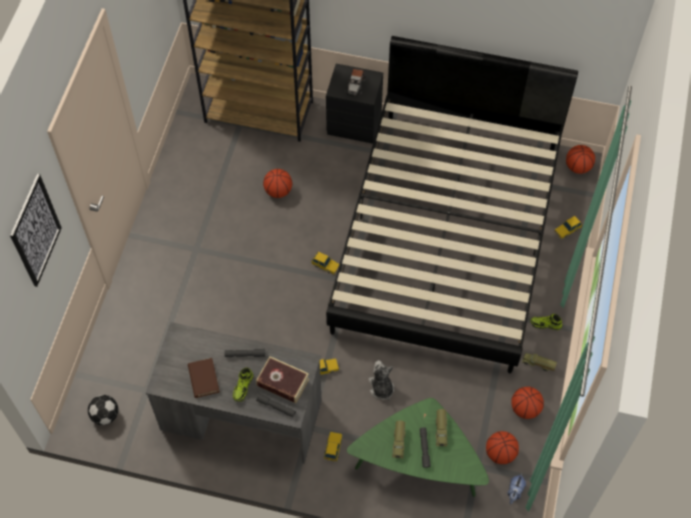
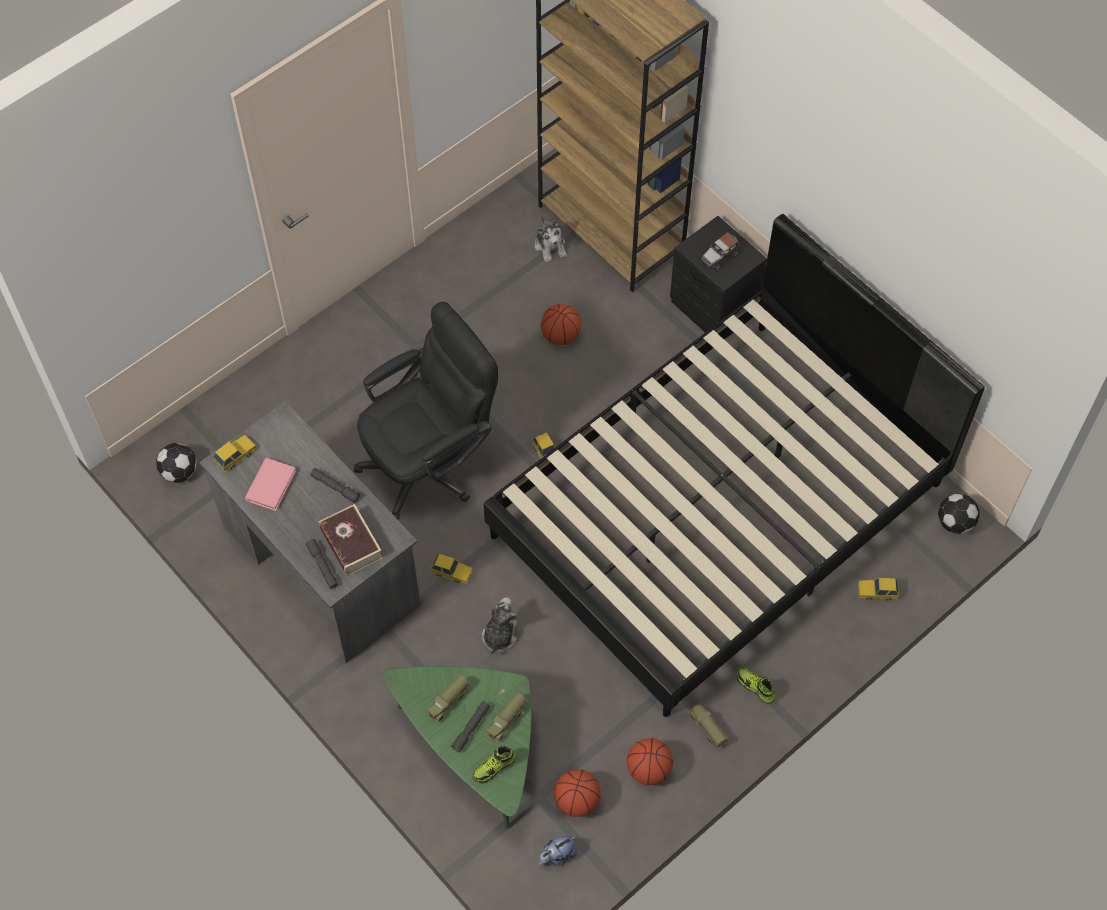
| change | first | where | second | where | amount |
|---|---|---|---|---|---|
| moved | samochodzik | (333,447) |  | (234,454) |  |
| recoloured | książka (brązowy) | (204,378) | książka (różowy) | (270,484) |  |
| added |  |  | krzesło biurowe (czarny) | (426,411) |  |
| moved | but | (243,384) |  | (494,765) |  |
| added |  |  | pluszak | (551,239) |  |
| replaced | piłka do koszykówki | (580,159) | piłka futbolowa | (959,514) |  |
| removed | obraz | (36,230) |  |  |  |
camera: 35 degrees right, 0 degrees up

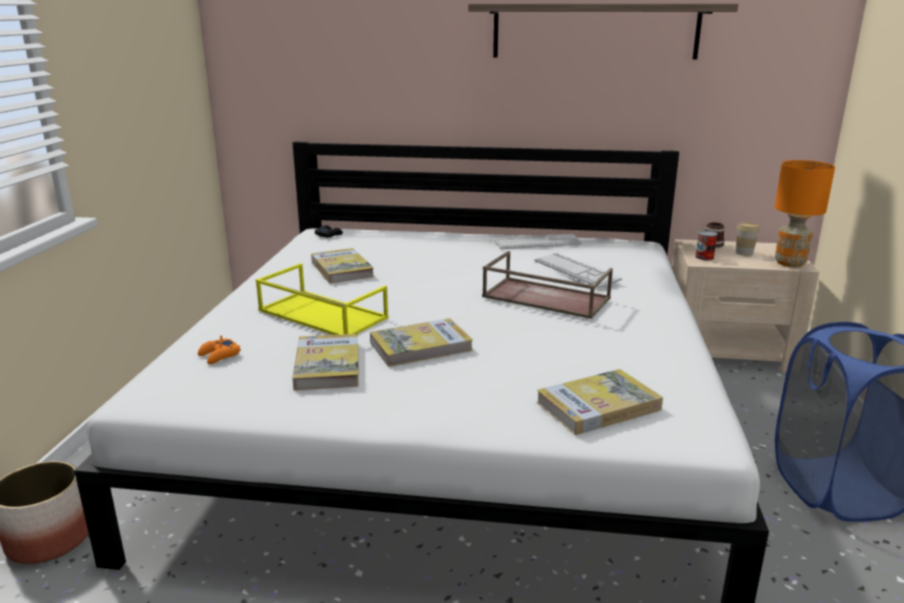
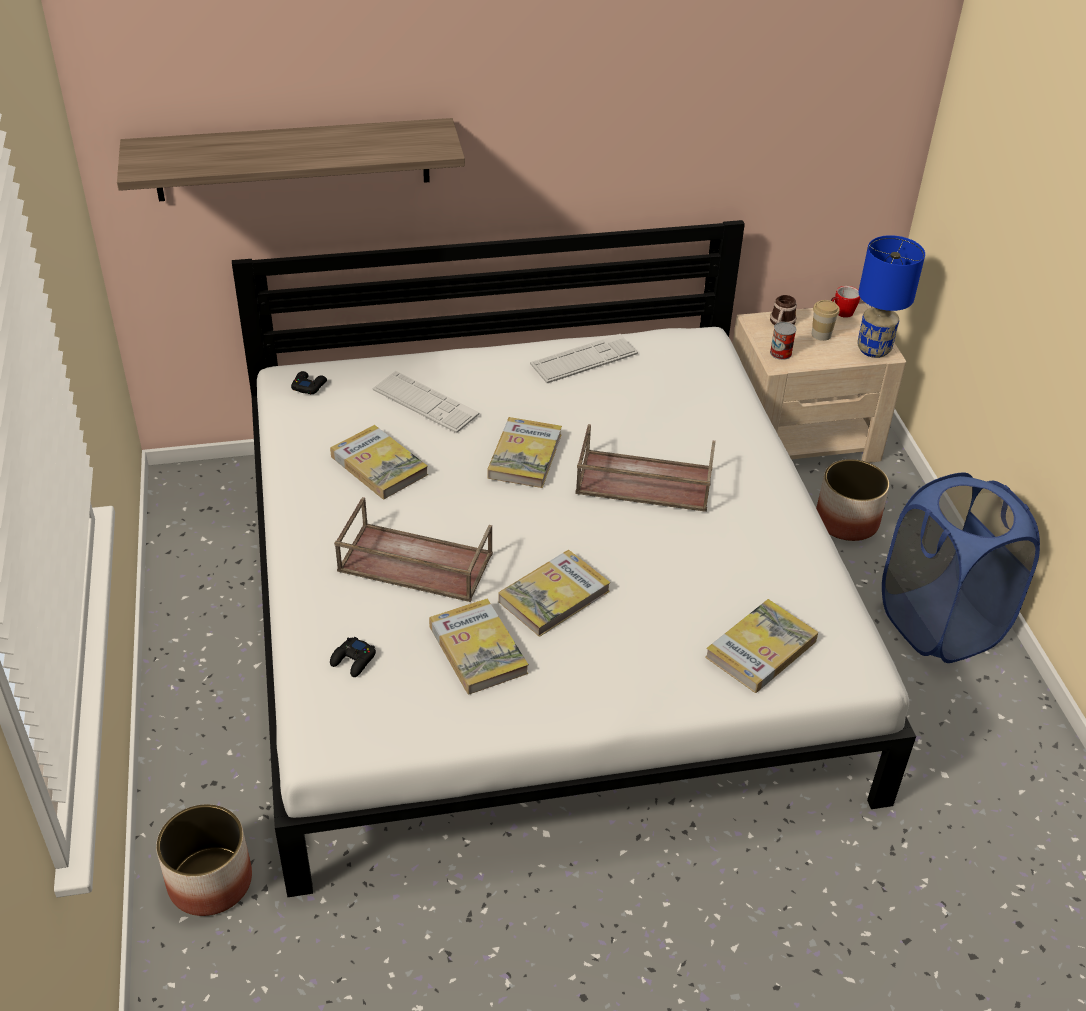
| change | first | where | second | where | amount |
|---|---|---|---|---|---|
| moved | półka | (603,31) |  | (291,159) |  |
| recoloured | pad do gier (pomarańczowy) | (219,349) | pad do gier (czarny) | (353,657) |  |
| recoloured | taca (żółty) | (322,299) | taca (brązowy) | (413,549) |  |
| moved | klawiatura | (578,270) |  | (426,402) |  |
| added |  |  | książka | (525,452) |  |
| added |  |  | donica | (852,500) |  |
| added |  |  | kubek | (845,302) |  |
| recoloured | lampa stołowa (pomarańczowy) | (805,213) | lampa stołowa (niebieski) | (891,296) |  |
camera: 20 degrees left, 20 degrees up

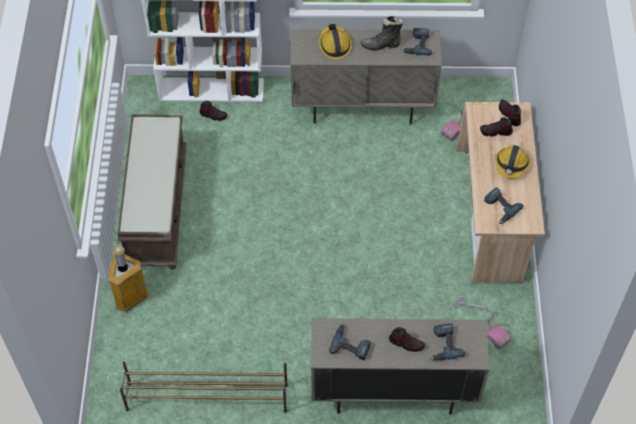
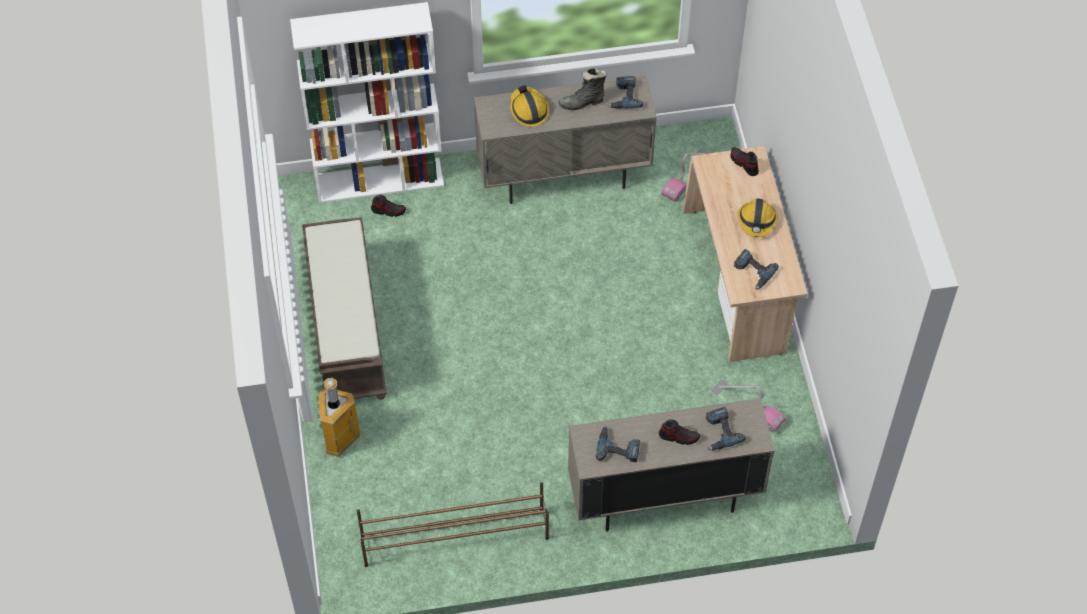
| change | first | where | second | where | amount |
|---|---|---|---|---|---|
| removed | but | (496,127) |  |  |  |
camera: 10 degrees left, 0 degrees up

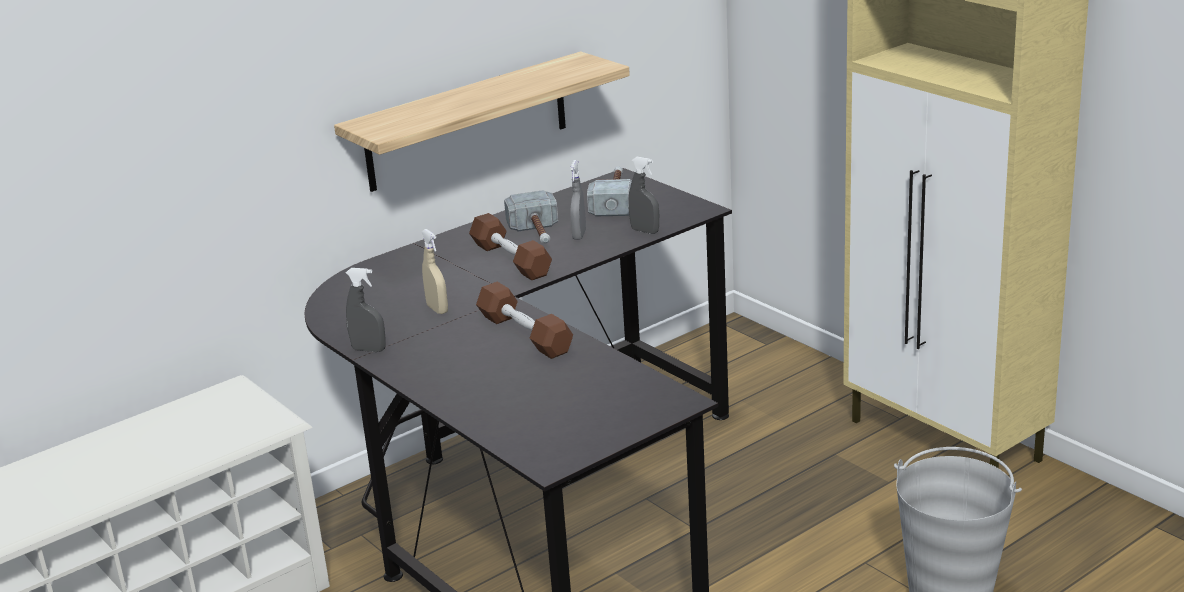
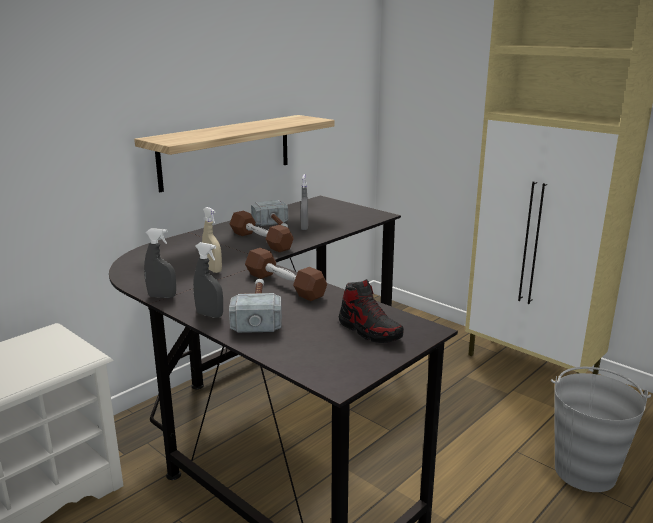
| change | first | where | second | where | amount |
|---|---|---|---|---|---|
| moved | spryskiwacz (szary) | (644,195) |  | (208,280) |  |
| moved | młotek | (609,191) |  | (255,306) |  |
| added |  |  | but | (371,311) |  |
camera: 10 degrees left, 5 degrees down

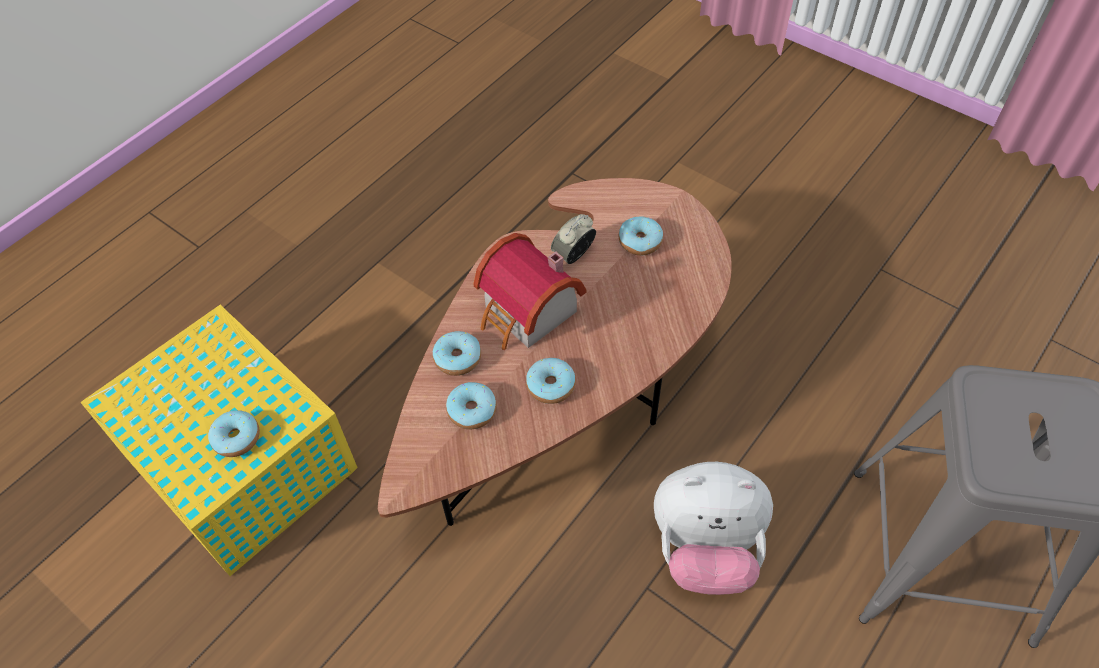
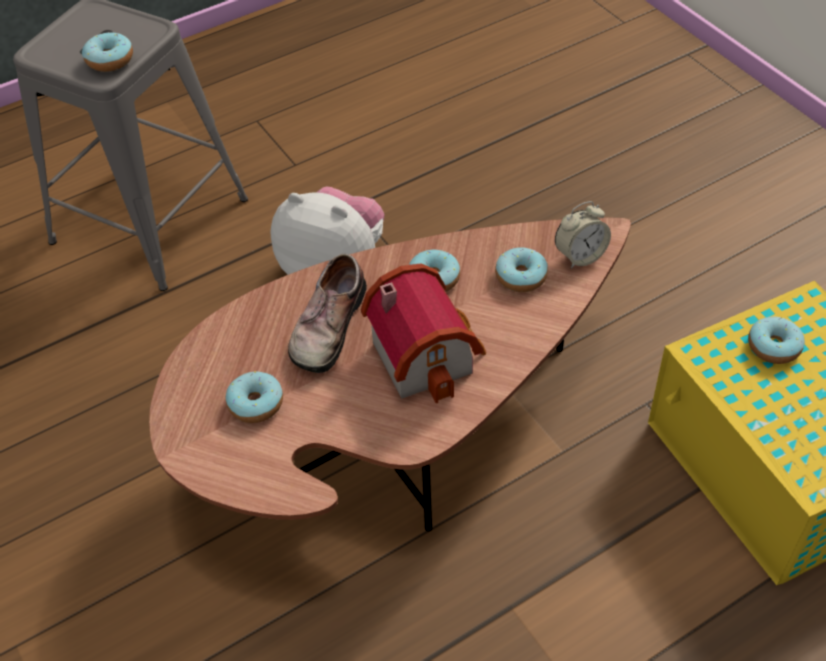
| change | first | where | second | where | amount |
|---|---|---|---|---|---|
| moved | donut | (457,353) |  | (107,52) |  |
| added |  |  | but | (327,313) |  |
| moved | budzik | (573,239) |  | (583,235) |  |
camera: 160 degrees left, 5 degrees down

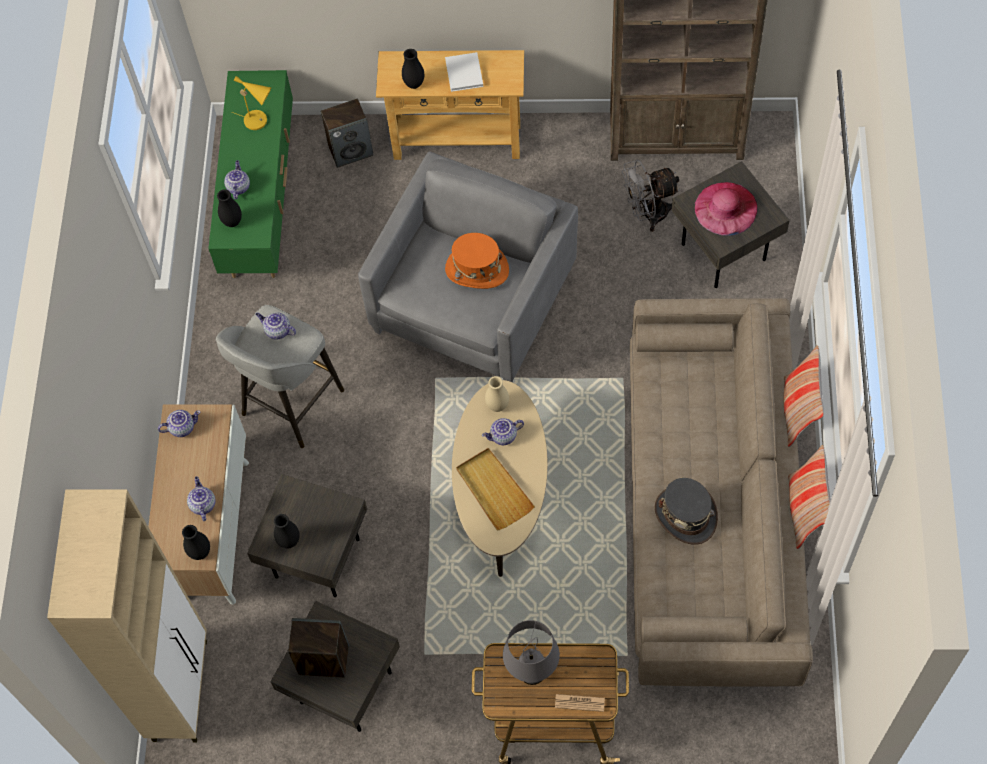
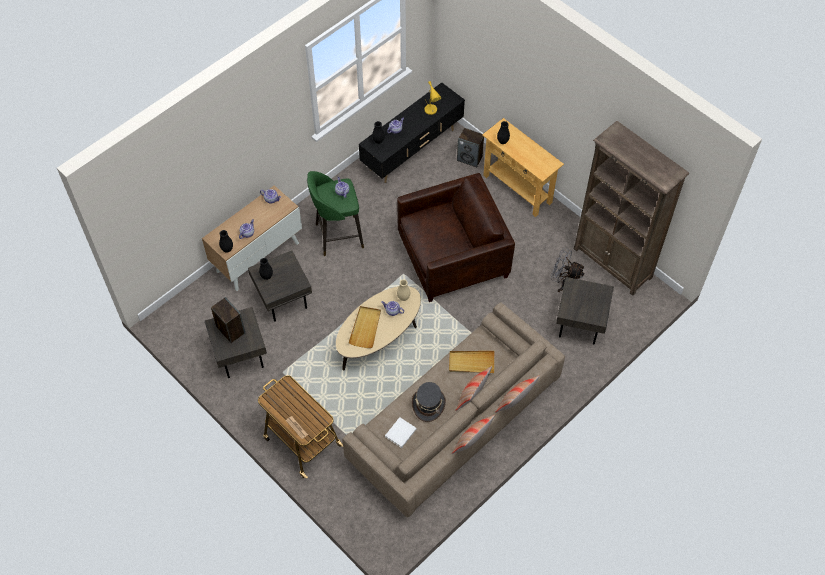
| change | first | where | second | where | amount |
|---|---|---|---|---|---|
| recoloured | stołek (szary) | (280,376) | stołek (zielony) | (335,213) |  |
| recoloured | szafka pod telewizor (zielony) | (250,174) | szafka pod telewizor (czarny) | (412,133) |  |
| moved | książka (biały) | (464,72) |  | (401,432) |  |
| recoloured | fotel (szary) | (468,266) | fotel (brązowy) | (456,237) |  |
| added |  |  | taca (beżowy) | (472,362) |  |
| added |  |  | poduszka | (473,388) |  |
| removed | szafka (beżowy) | (127,615) |  |  |  |
| removed | kapelusz (pomarańczowy) | (477,261) |  |  |  |
| removed | lampa stołowa (szary) | (531,652) |  |  |  |
| removed | kapelusz (różowy) | (726,209) |  |  |  |
camera: 40 degrees right, 5 degrees down

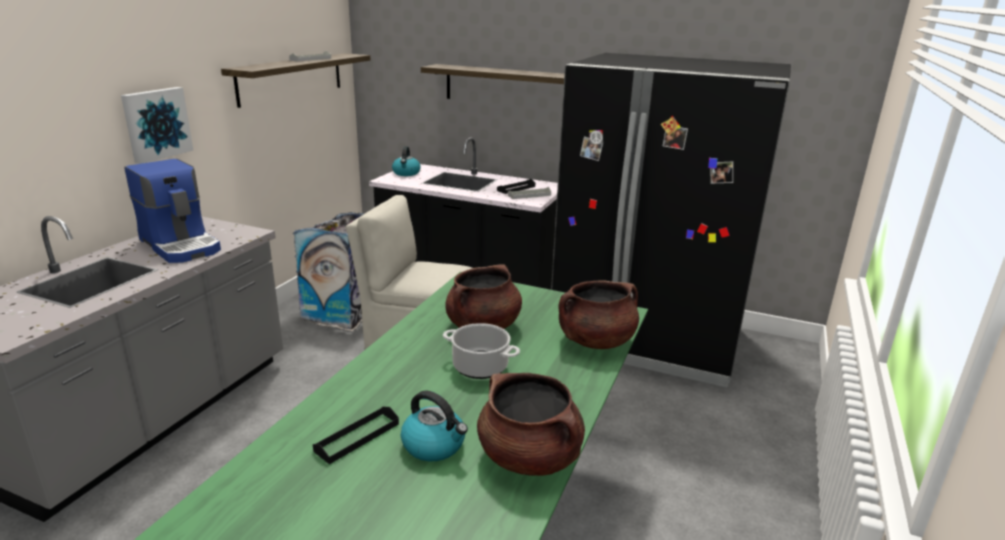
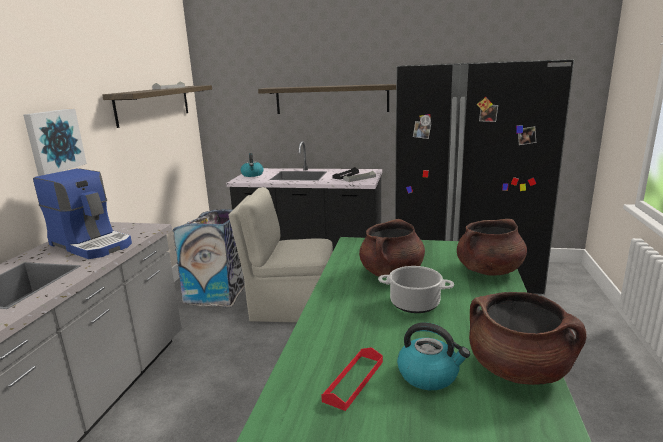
| change | first | where | second | where | amount |
|---|---|---|---|---|---|
| recoloured | taca (czarny) | (356,435) | taca (czerwony) | (352,379) |  |
camera: 10 degrees left, 5 degrees down

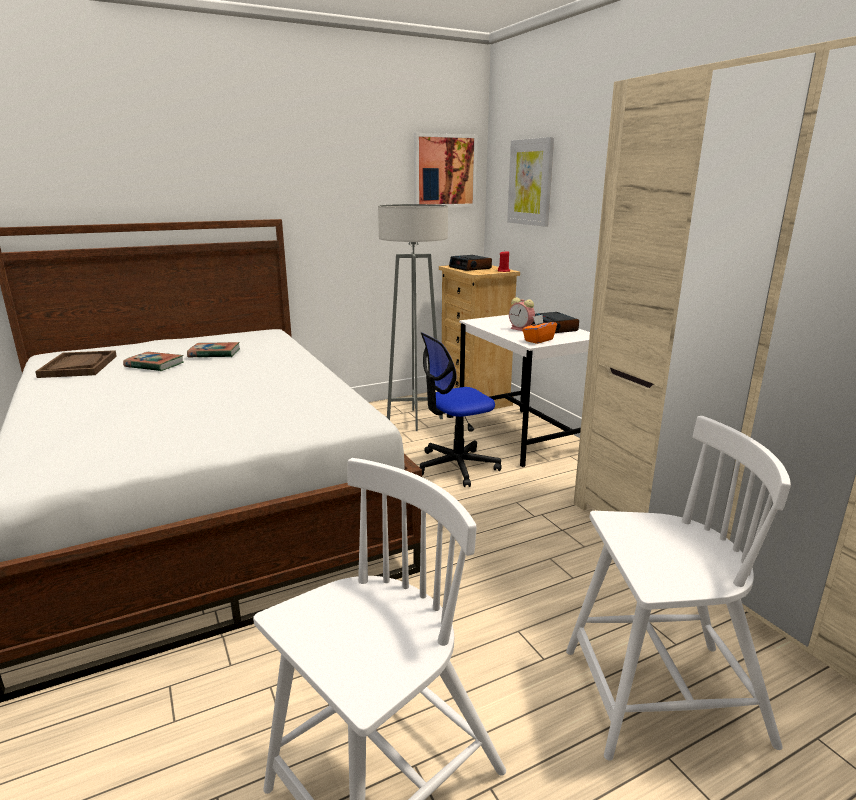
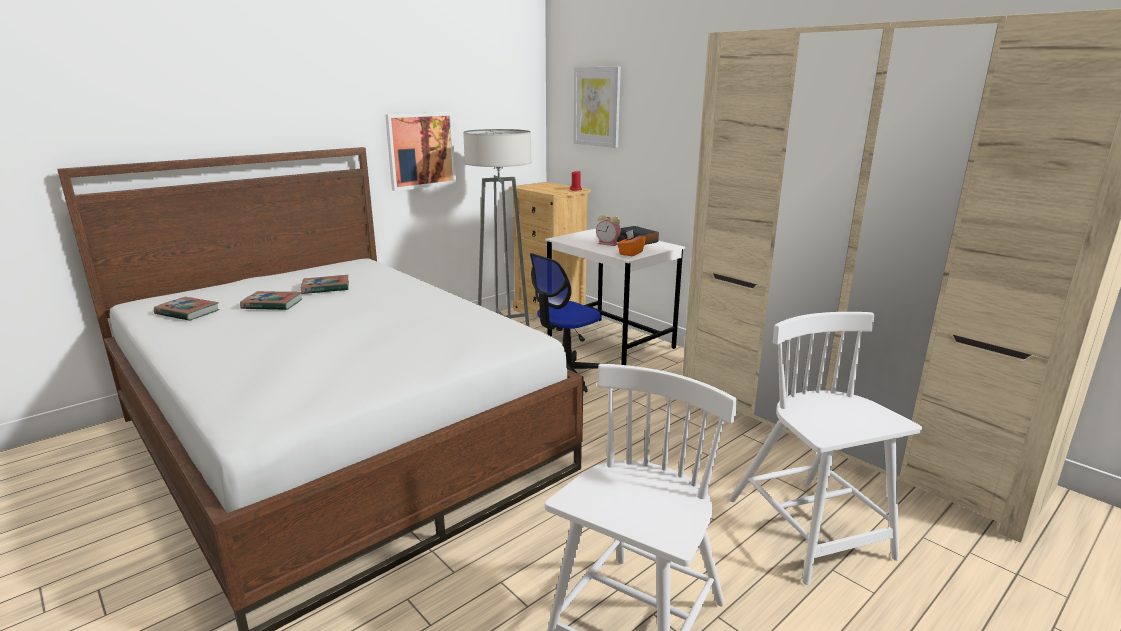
| change | first | where | second | where | amount |
|---|---|---|---|---|---|
| replaced | taca (brązowy) | (76,364) | książka | (187,309) |  |
| moved | obraz | (446,170) |  | (420,151) |  |
| turned | krzesło (biały) | (678,588) |  | (825,448) | 90 degrees counterclockwise |
| removed | budzik | (470,263) |  |  |  |
camera: 15 degrees left, 0 degrees up

